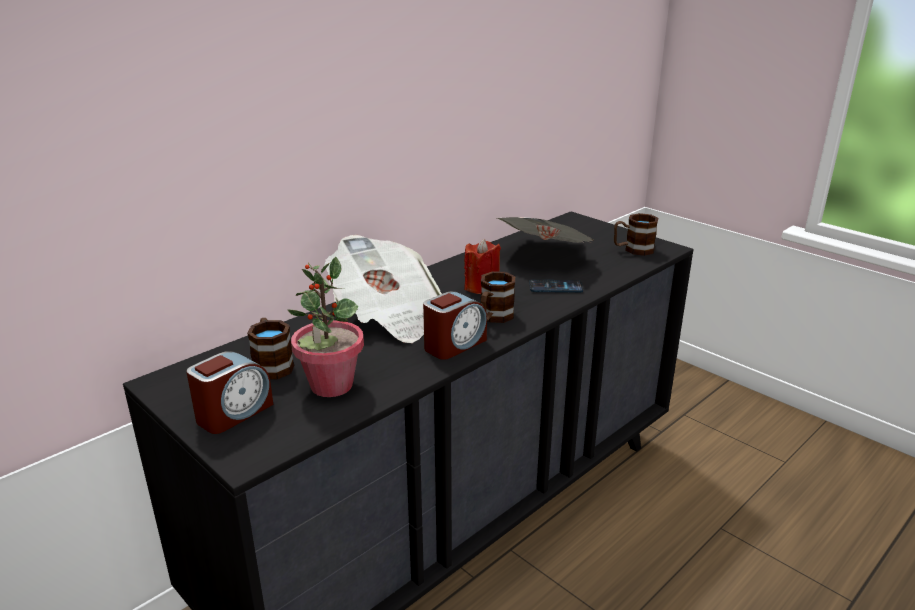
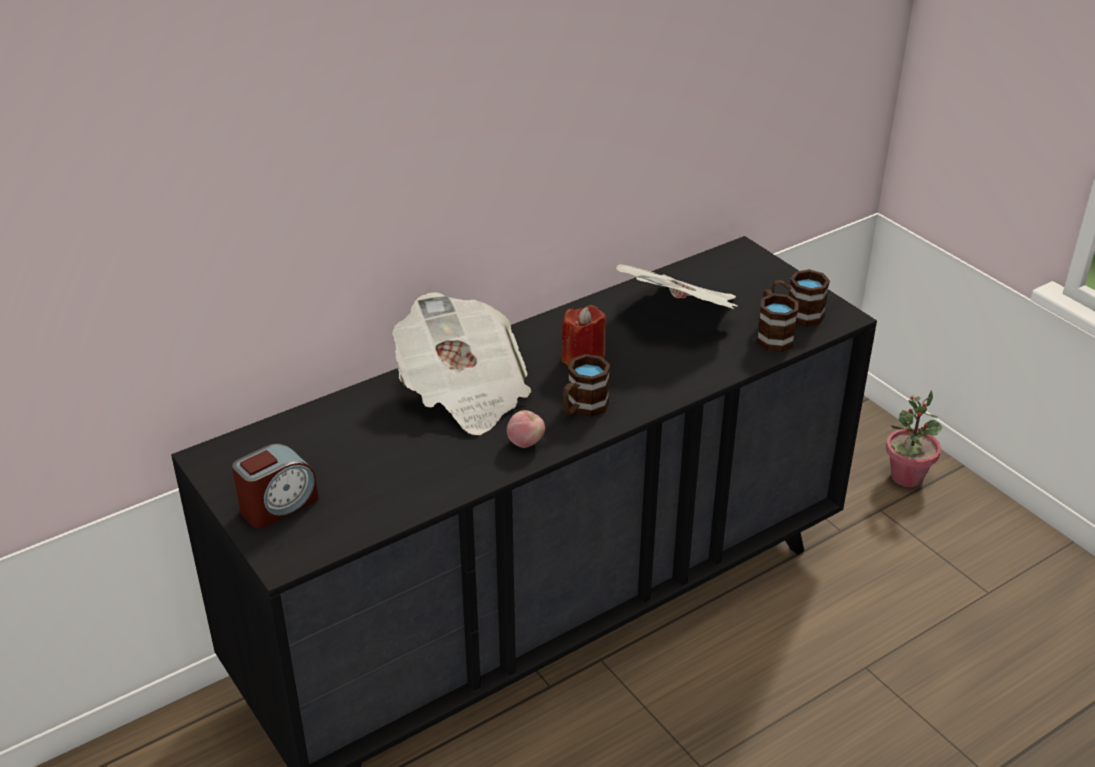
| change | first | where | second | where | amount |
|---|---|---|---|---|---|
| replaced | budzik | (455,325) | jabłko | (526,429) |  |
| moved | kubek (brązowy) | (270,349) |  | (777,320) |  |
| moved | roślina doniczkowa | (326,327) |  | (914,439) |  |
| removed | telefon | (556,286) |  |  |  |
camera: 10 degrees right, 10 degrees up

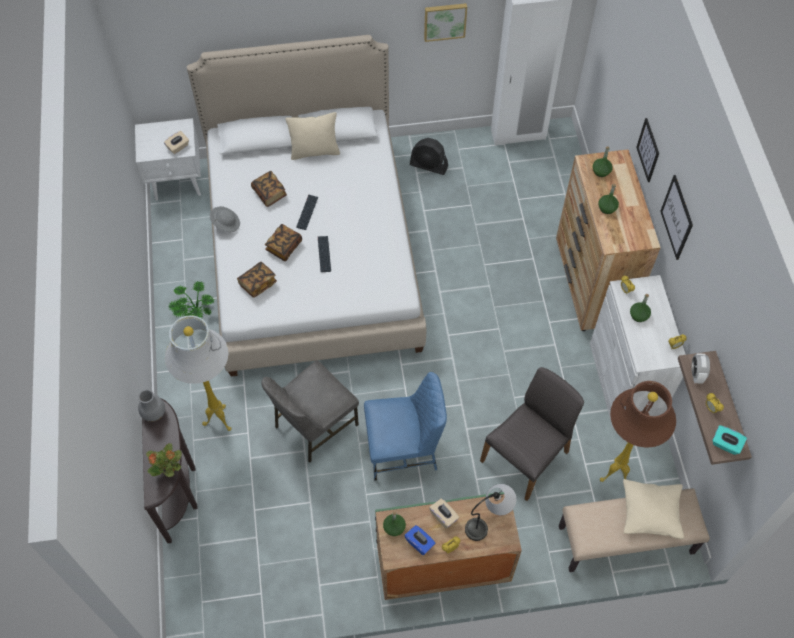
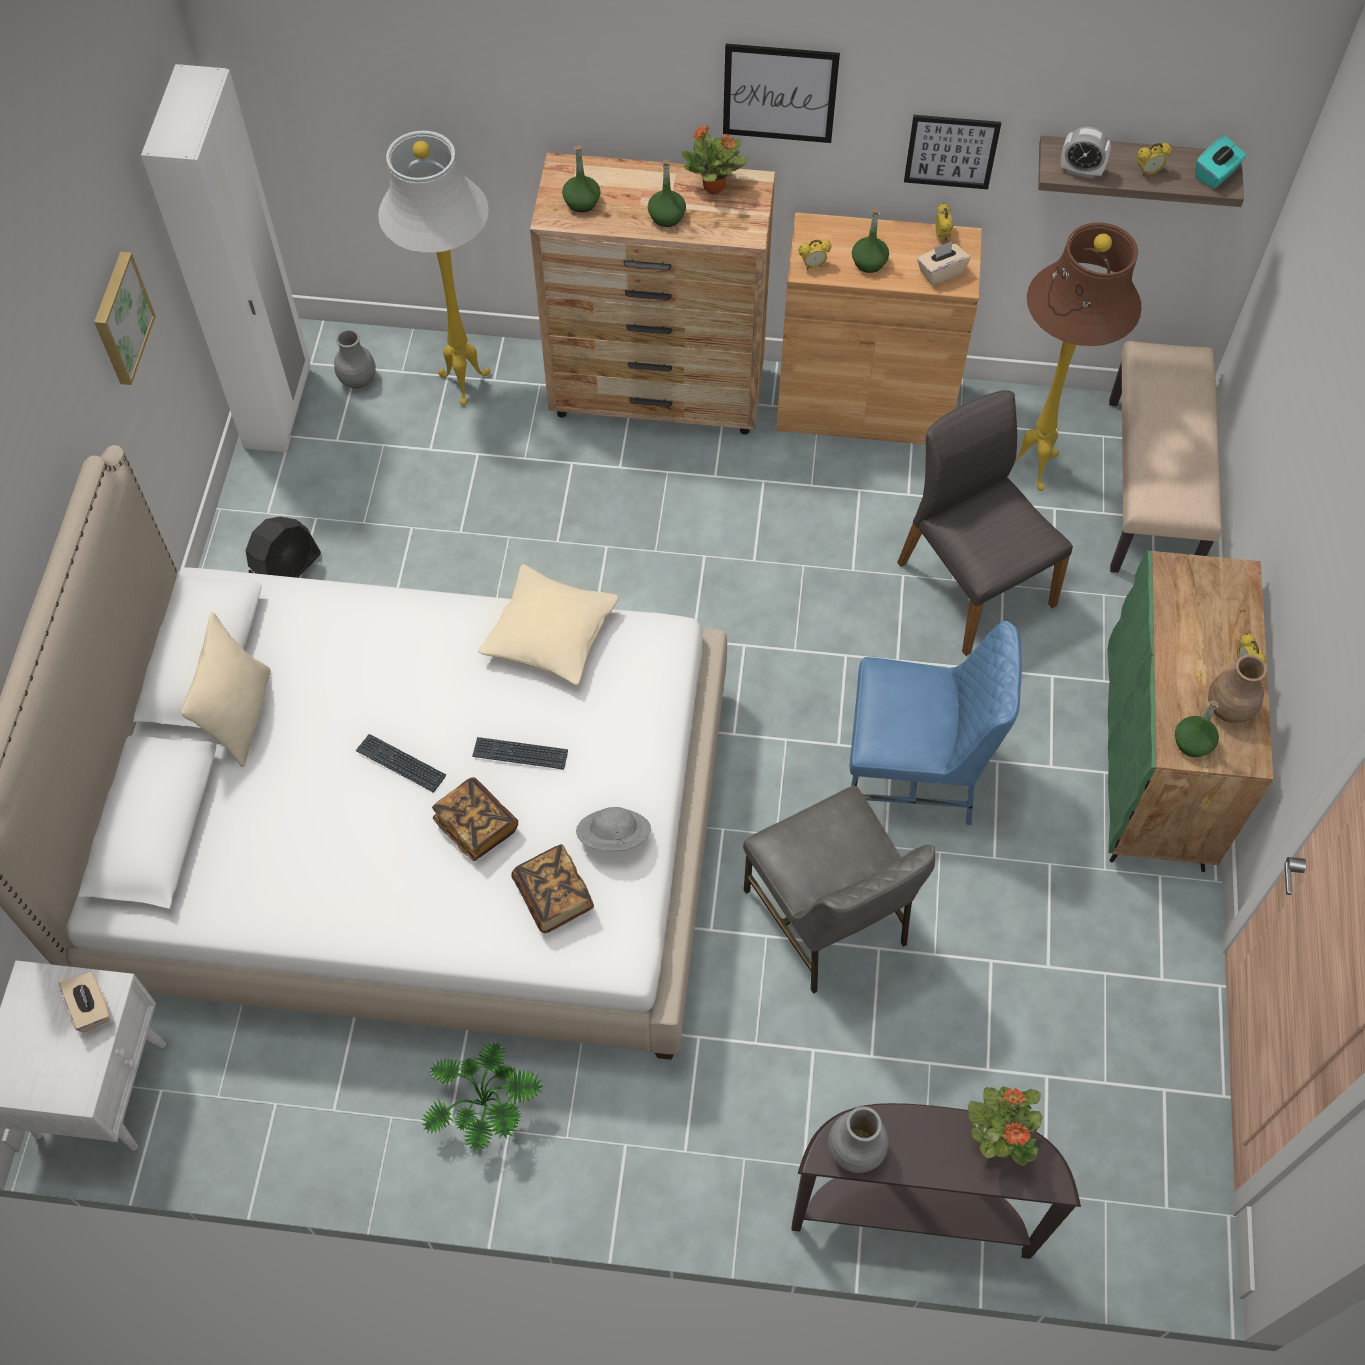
| change | first | where | second | where | amount |
|---|---|---|---|---|---|
| added |  |  | wazon (szary) | (355,359) |  |
| moved | lampa stojąca (biały) | (198,373) |  | (434,268) |  |
| moved | poduszka (beżowy) | (653,509) |  | (548,624) |  |
| moved | kapelusz (szary) | (225,219) |  | (613,829) |  |
| added |  |  | roślina doniczkowa | (714,160) |  |
| recoloured | szafka (biały) | (638,351) | szafka (brązowy) | (879,328) |  |
| turned | krzesło (niebieski) | (405,426) |  | (936,723) | 90 degrees clockwise |
| moved | obraz | (647,150) |  | (952,152) |  |
| moved | pudełko chusteczek (beżowy) | (444,514) |  | (943,263) |  |
| replaced | pudełko chusteczek (niebieski) | (419,540) | wazon (brązowy) | (1237,689) |  |
| removed | książka | (269,189) |  |  |  |
| removed | lampa stołowa | (490,512) |  |  |  |
camera: 75 degrees left, 0 degrees up

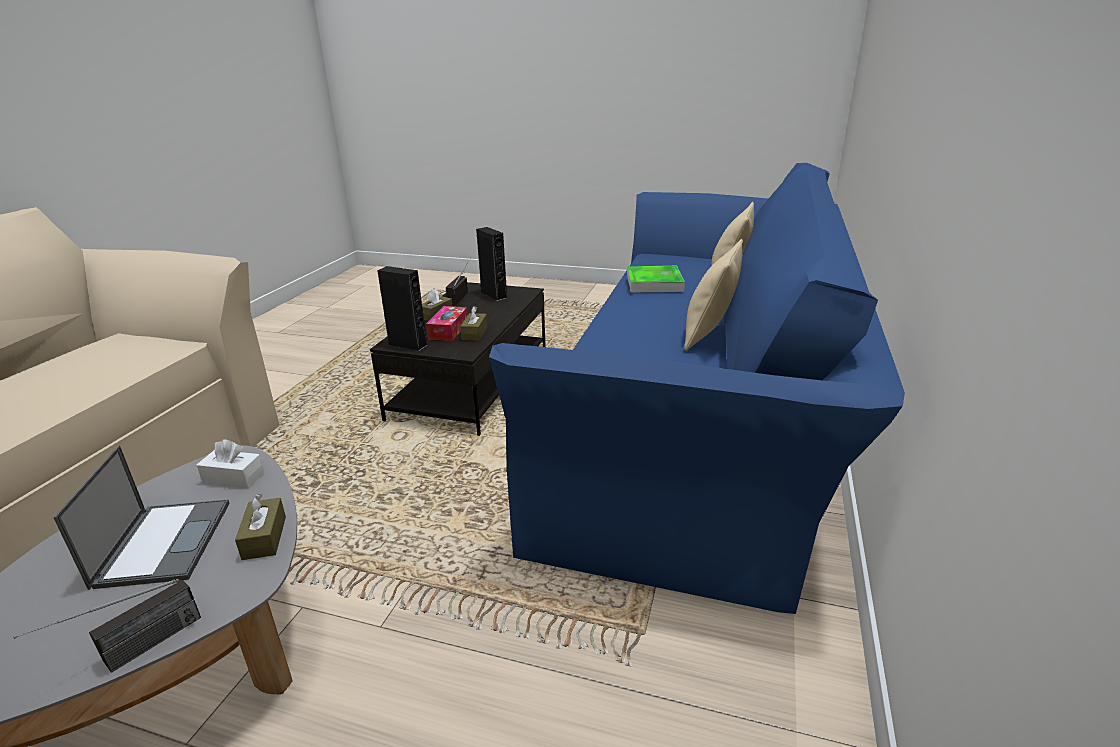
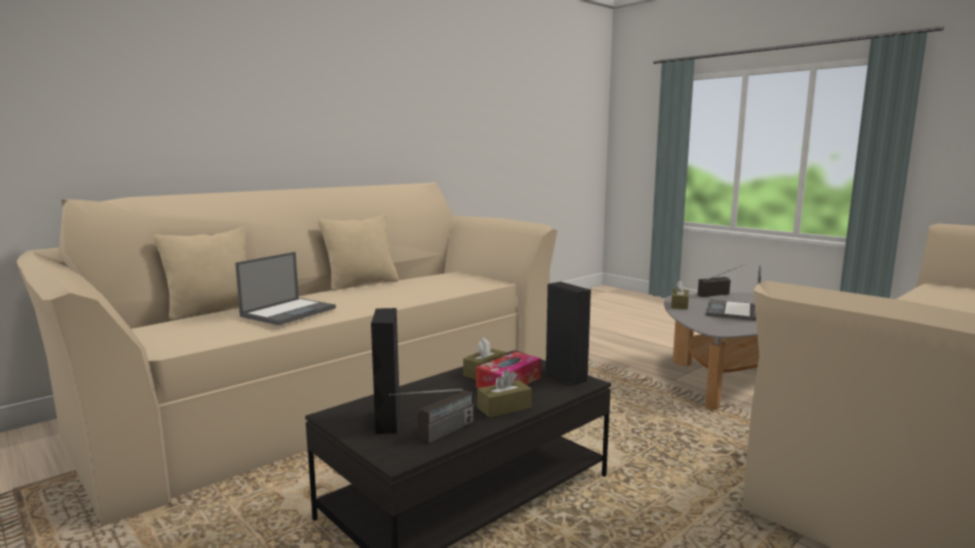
| change | first | where | second | where | amount |
|---|---|---|---|---|---|
| recoloured | kanapa (niebieski) | (697,388) | kanapa (beżowy) | (287,354) |  |
| replaced | taca | (656,279) | laptop | (285,288) |  |
| removed | pudełko chusteczek (biały) | (230,463) |  |  |  |
camera: 150 degrees left, 15 degrees down

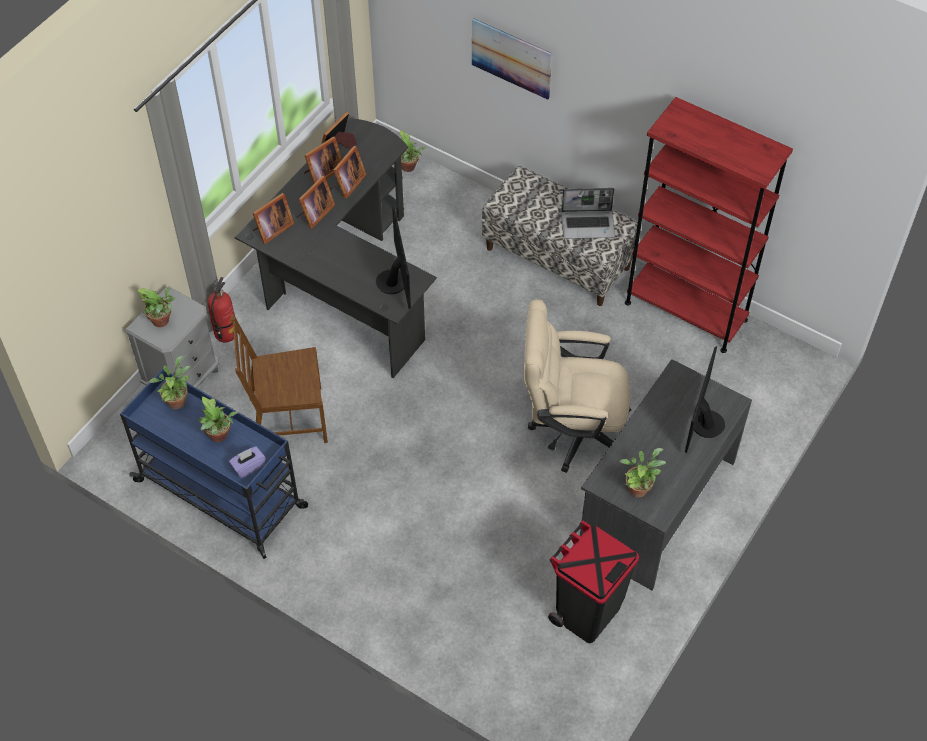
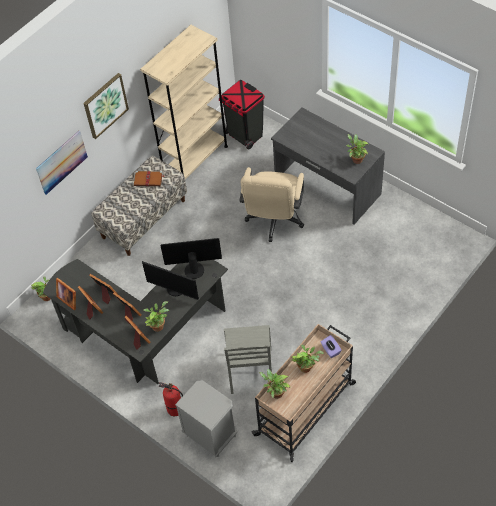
| change | first | where | second | where | amount |
|---|---|---|---|---|---|
| added |  |  | obraz | (106,106) |  |
| replaced | laptop | (588,213) | książka (brązowy) | (149,178) |  |
| recoloured | regał (czerwony) | (709,225) | regał (beżowy) | (184,106) |  |
| moved | monitor | (705,400) |  | (170,280) |  |
| moved | roślina doniczkowa | (155,307) |  | (156,316) |  |
| moved | kosz na śmieci (czarny) | (593,581) |  | (242,115) |  |
| recoloured | krzesło (brązowy) | (279,379) | krzesło (szary) | (248,359) |  |
| recoloured | wózek (niebieski) | (214,463) | wózek (beżowy) | (304,393) |  |
camera: 80 degrees left, 0 degrees up

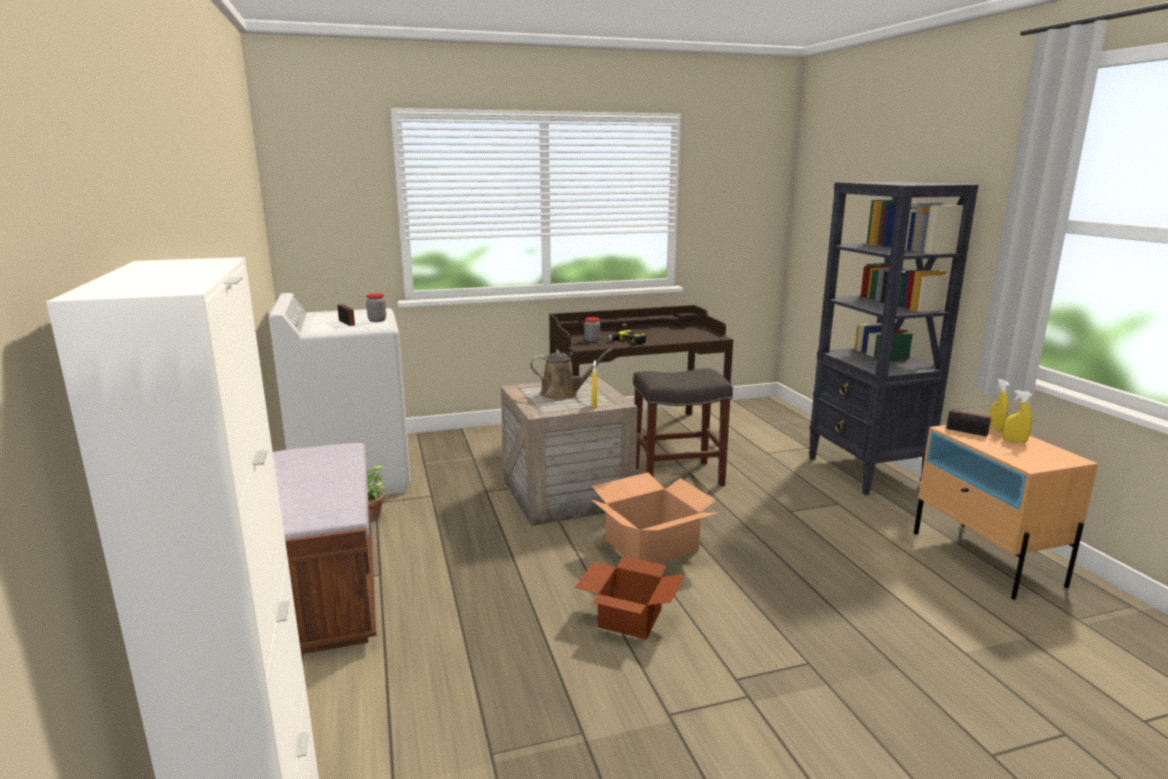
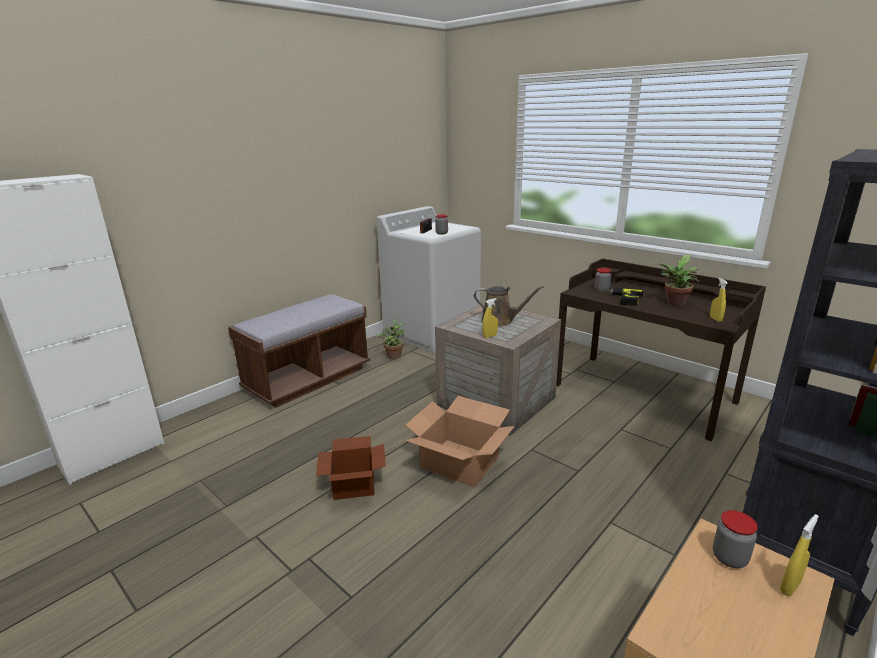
| change | first | where | second | where | amount |
|---|---|---|---|---|---|
| turned | konewka (brązowy) | (571,374) |  | (509,306) | 45 degrees counterclockwise |
| added |  |  | roślina doniczkowa | (679,280) |  |
| moved | spryskiwacz (żółty) | (1017,416) |  | (719,300) |  |
| replaced | radio | (972,420) | słoik | (735,539) |  |
| removed | stołek (szary) | (683,427) |  |  |  |
camera: 60 degrees right, 5 degrees up

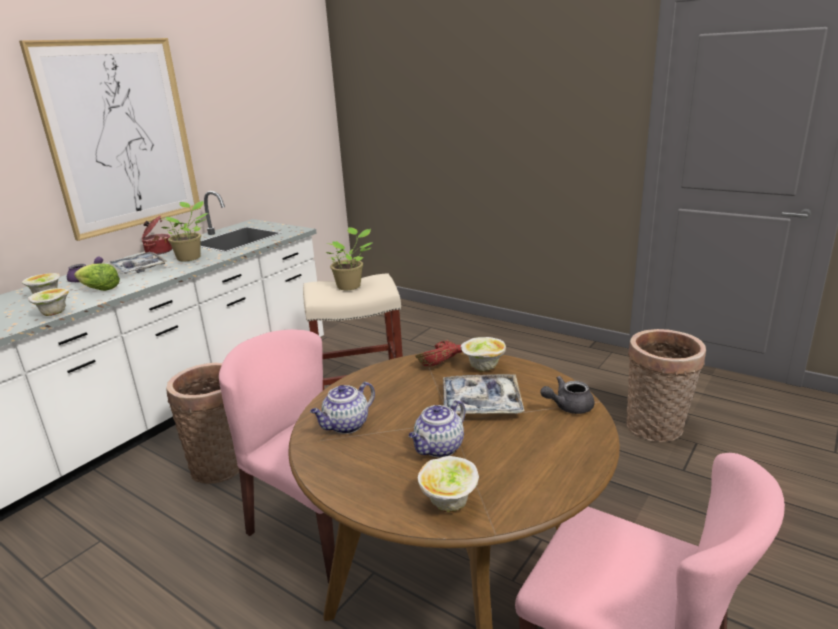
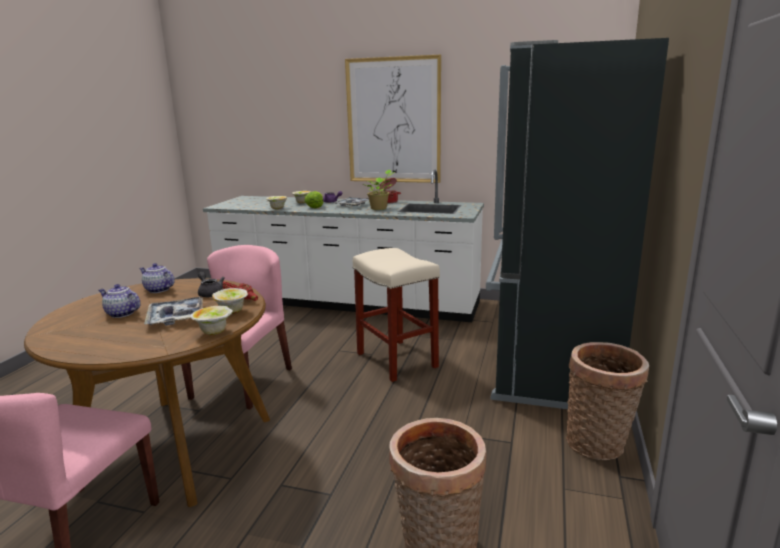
| change | first | where | second | where | amount |
|---|---|---|---|---|---|
| moved | miska | (448,484) |  | (211,320) |  |
| moved | imbryk (szary) | (567,395) |  | (211,284) |  |
| added |  |  | lodówka (czarny) | (577,223) |  |
| moved | koszyk | (202,423) |  | (607,401) |  |
| removed | roślina doniczkowa | (349,258) |  |  |  |
camera: 70 degrees right, 5 degrees down

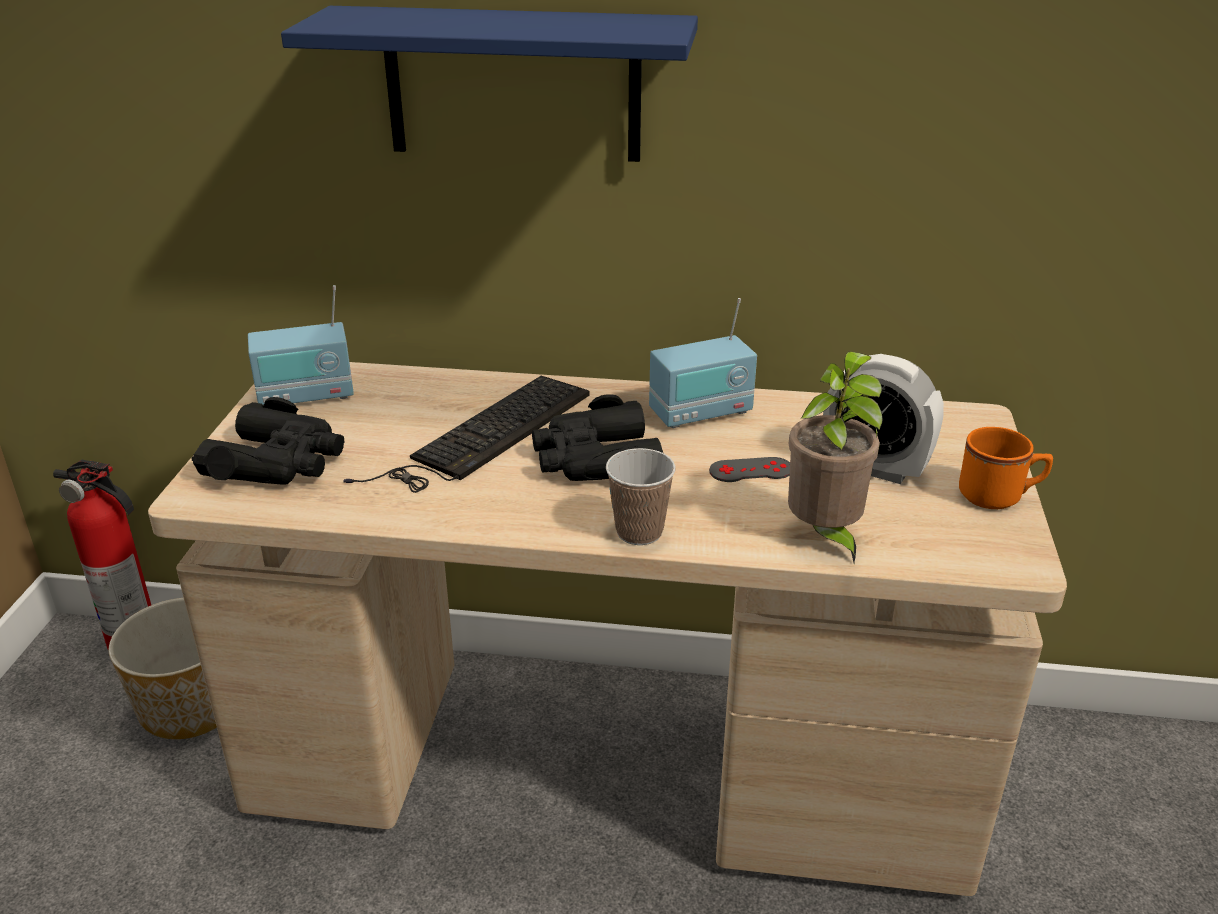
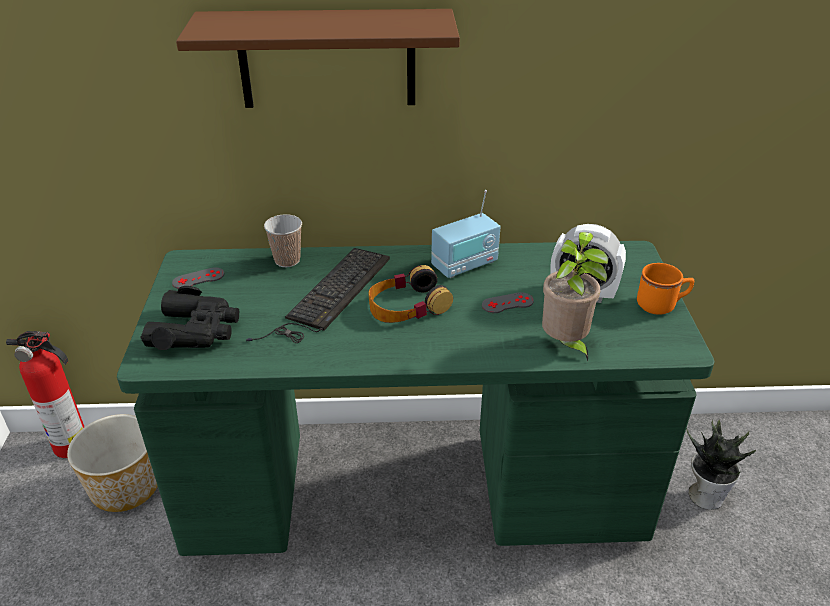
| change | first | where | second | where | amount |
|---|---|---|---|---|---|
| recoloured | biurko (beżowy) | (607,629) | biurko (zielony) | (416,398) |  |
| replaced | radio | (301,345) | pad do gier (szary) | (198,278) |  |
| recoloured | półka (niebieski) | (489,84) | półka (brązowy) | (318,58) |  |
| moved | filiżanka | (641,496) |  | (283,240) |  |
| replaced | lornetka (czarny) | (597,437) | słuchawki | (410,294) |  |
| added |  |  | roślina doniczkowa | (721,465) |  |
camera: 10 degrees left, 5 degrees up

